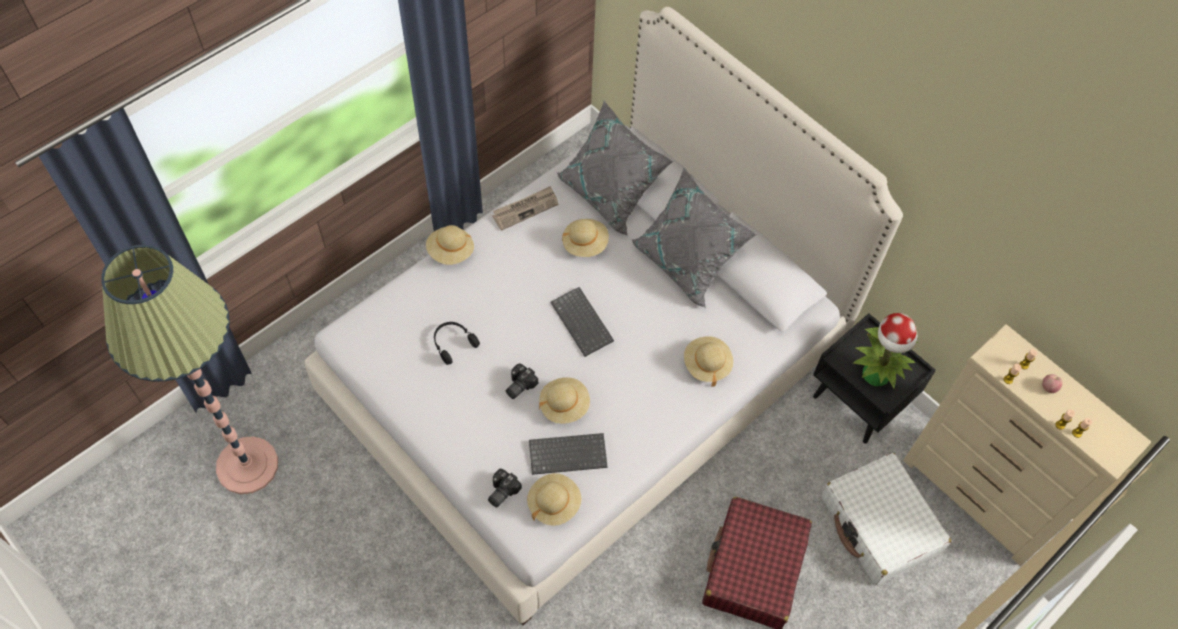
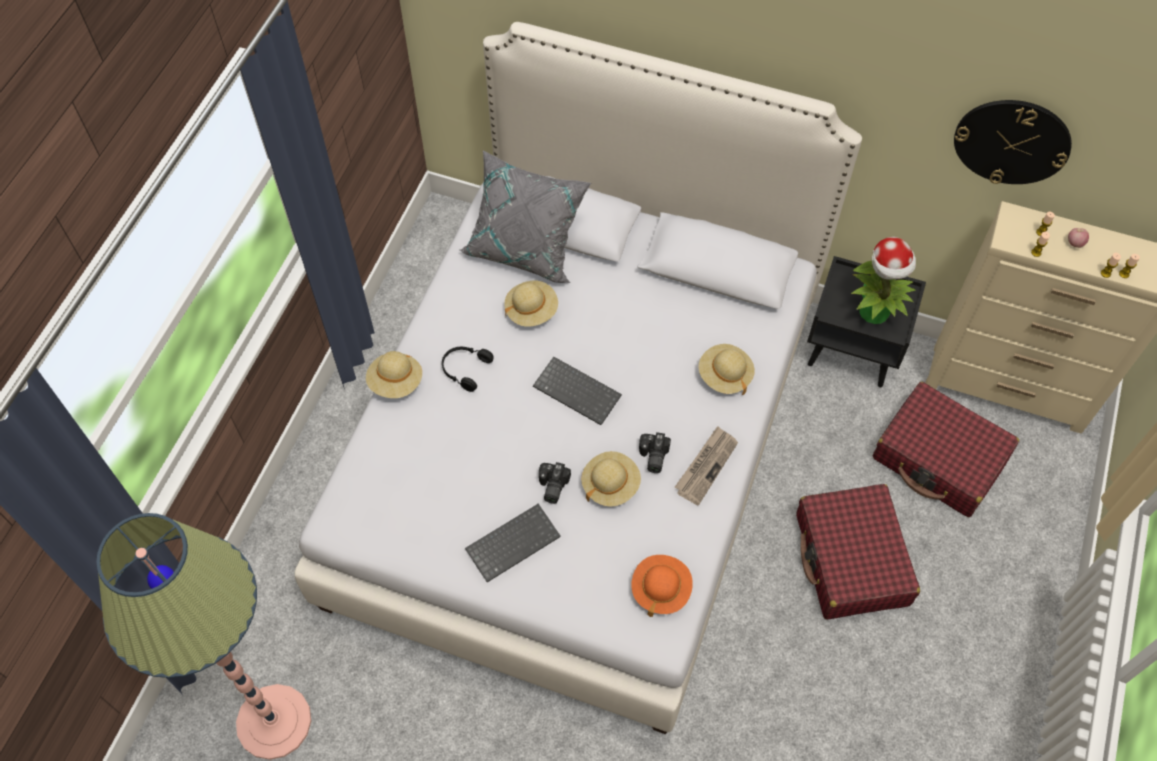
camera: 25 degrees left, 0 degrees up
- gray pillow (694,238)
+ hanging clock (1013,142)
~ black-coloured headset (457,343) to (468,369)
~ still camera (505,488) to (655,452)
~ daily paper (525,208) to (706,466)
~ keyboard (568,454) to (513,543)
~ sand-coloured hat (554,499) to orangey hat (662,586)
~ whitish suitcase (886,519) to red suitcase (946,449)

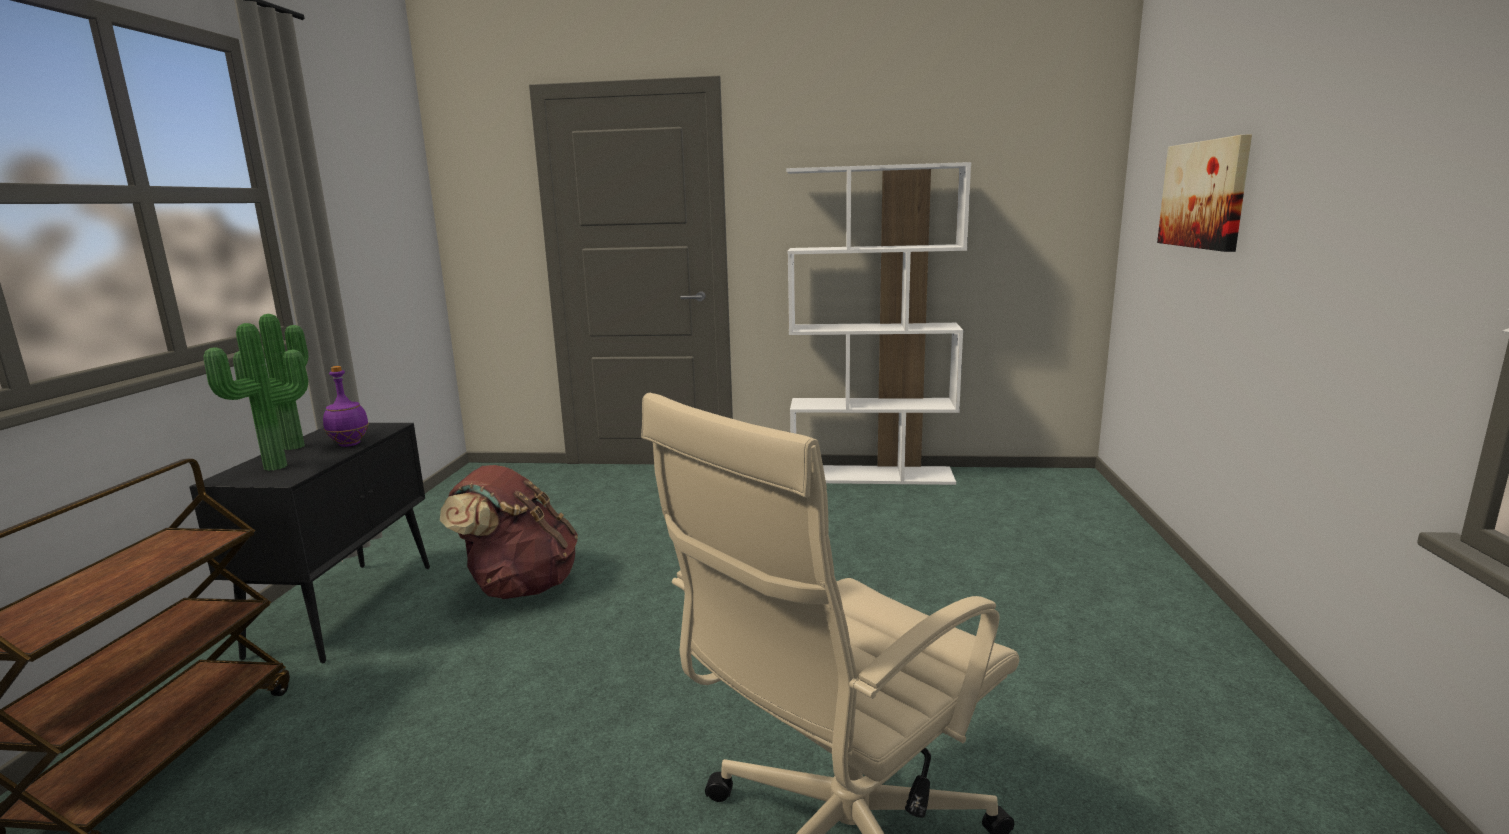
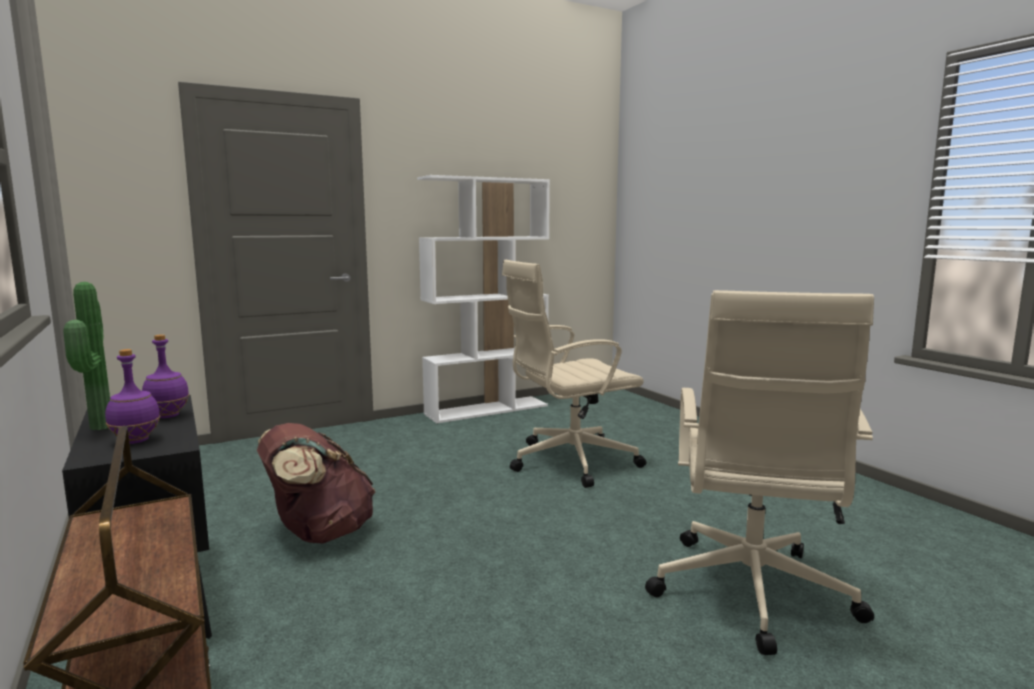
camera: 35 degrees left, 5 degrees down
- wall art (1204,193)
+ sand-coloured office chair (574,374)
~ plant in a pot (255,397) to purple drink bottle (132,396)

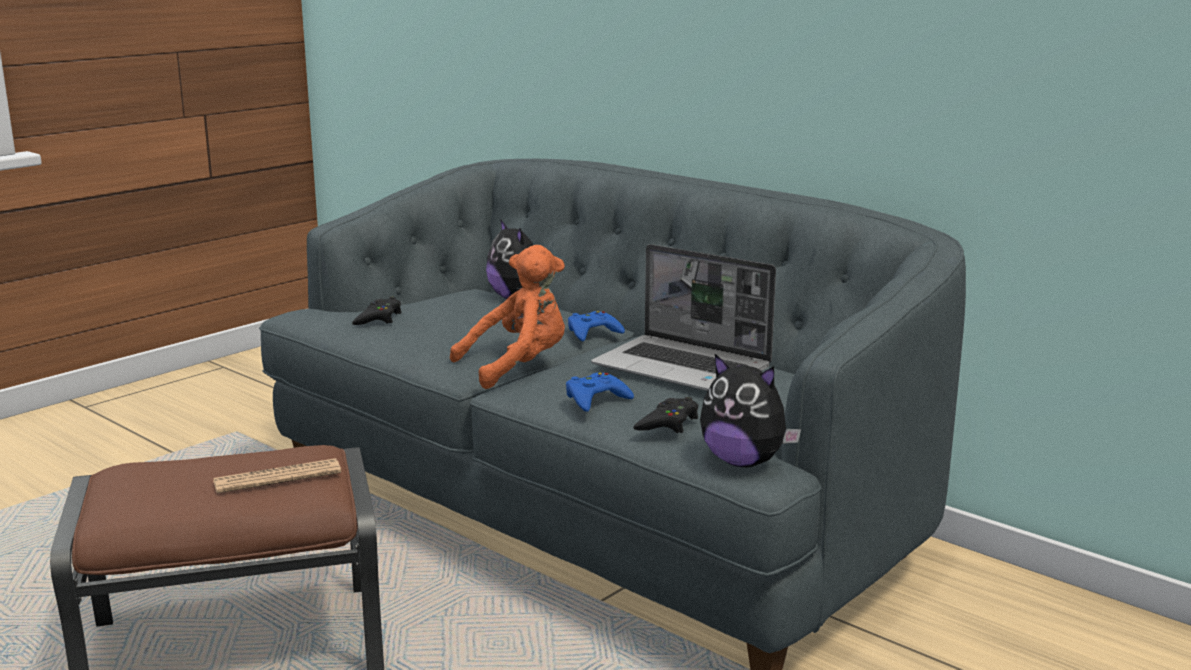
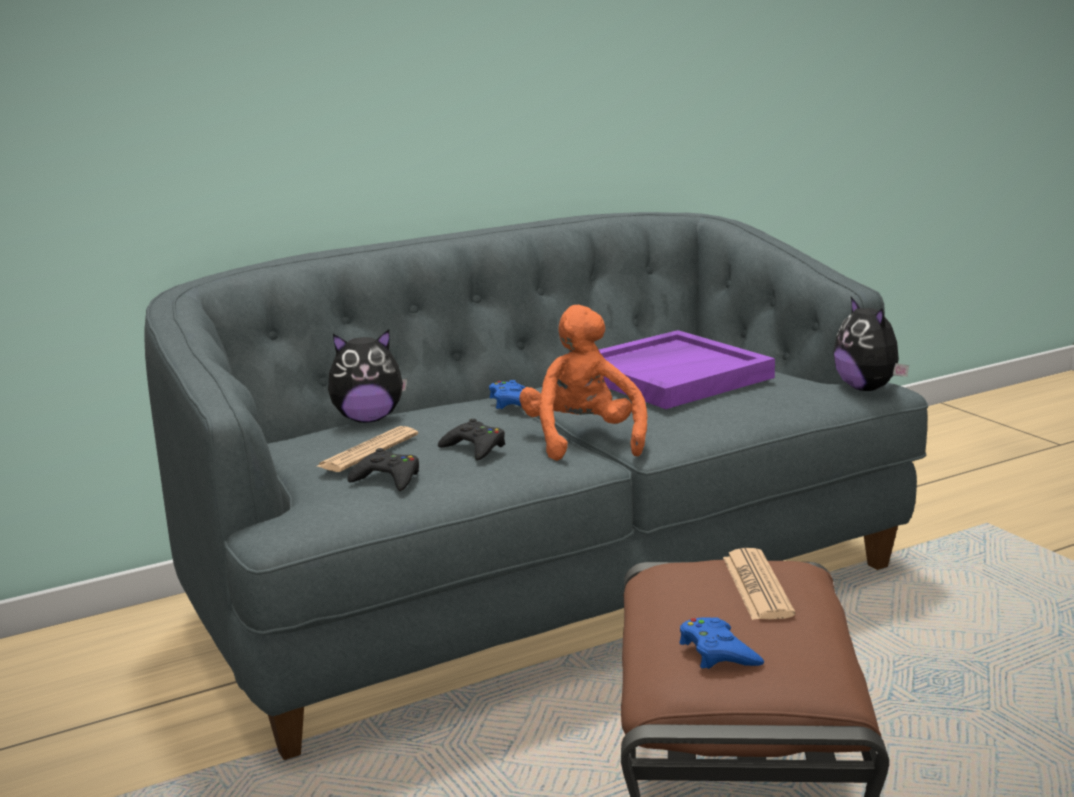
camera: 70 degrees left, 0 degrees up
+ daily paper (366,449)
~ blue joypad (600,392) to (721,643)
~ black-coloured joypad (665,415) to (471,440)
~ notebook computer (683,317) to purple tray (687,369)
~ soft toy (750,410) = (871,344) 105 degrees clockwise

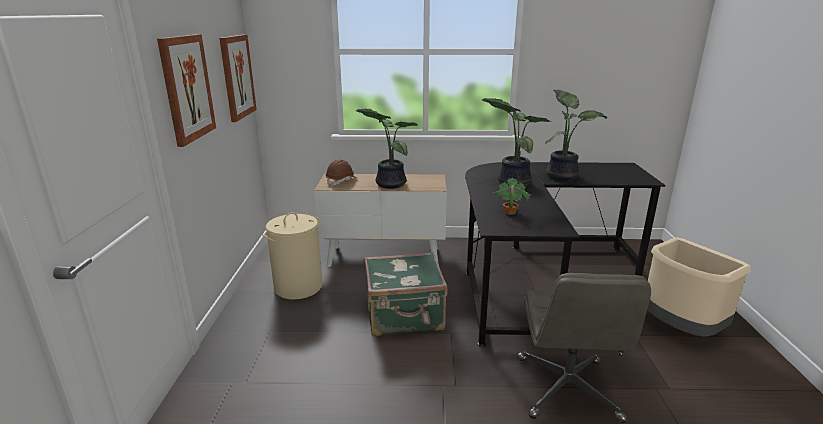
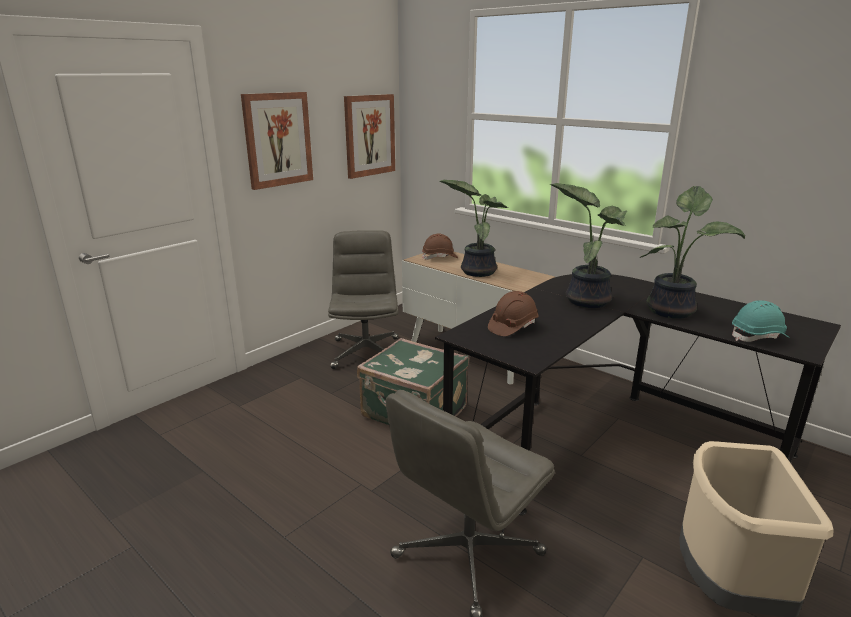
camera: 40 degrees right, 0 degrees up
+ blue-green hard hat (760,321)
~ sand-coloured hamper (292,256) to gray office chair (363,299)
~ plant in a pot (512,196) to brown hard hat (513,313)

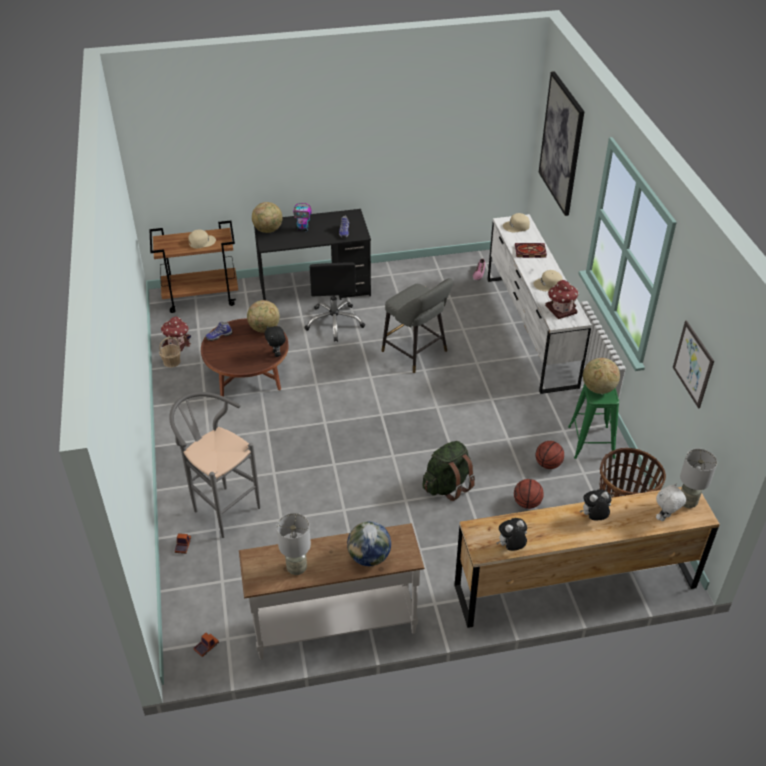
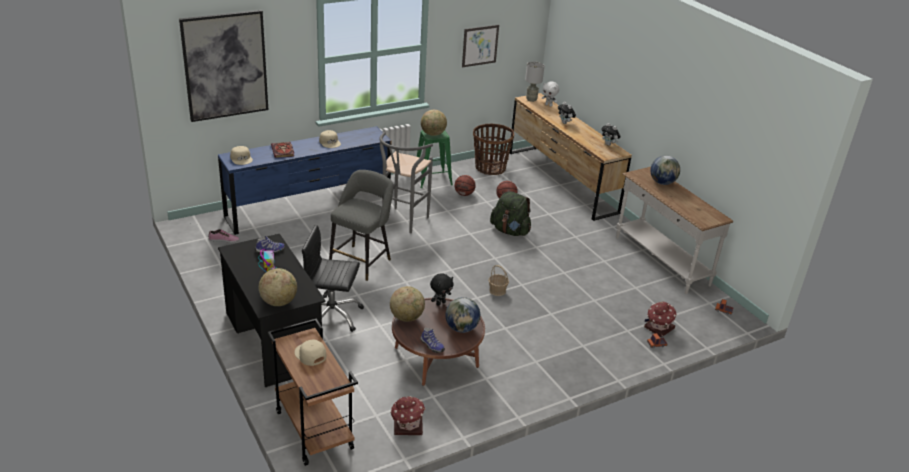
camera: 110 degrees left, 10 degrees down
- gray table lamp (293,544)
+ globe (462,315)
~ basket (170,352) to (498,280)
~ gray sitting stool (214,465) to (406,182)
~ model house (562,299) to (660,319)
~ whitish dresser (539,304) to blue dresser (305,180)
~ black-coloured office chair (334,302) = (333,278) 150 degrees counterclockwise

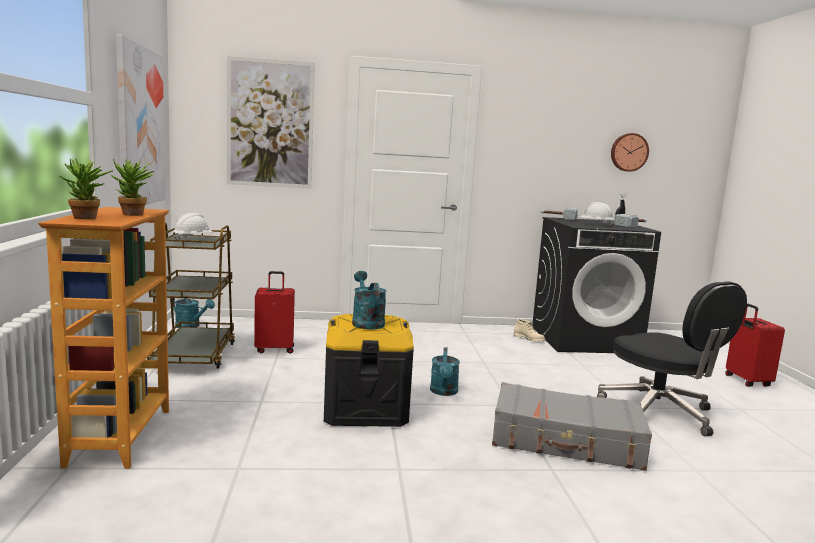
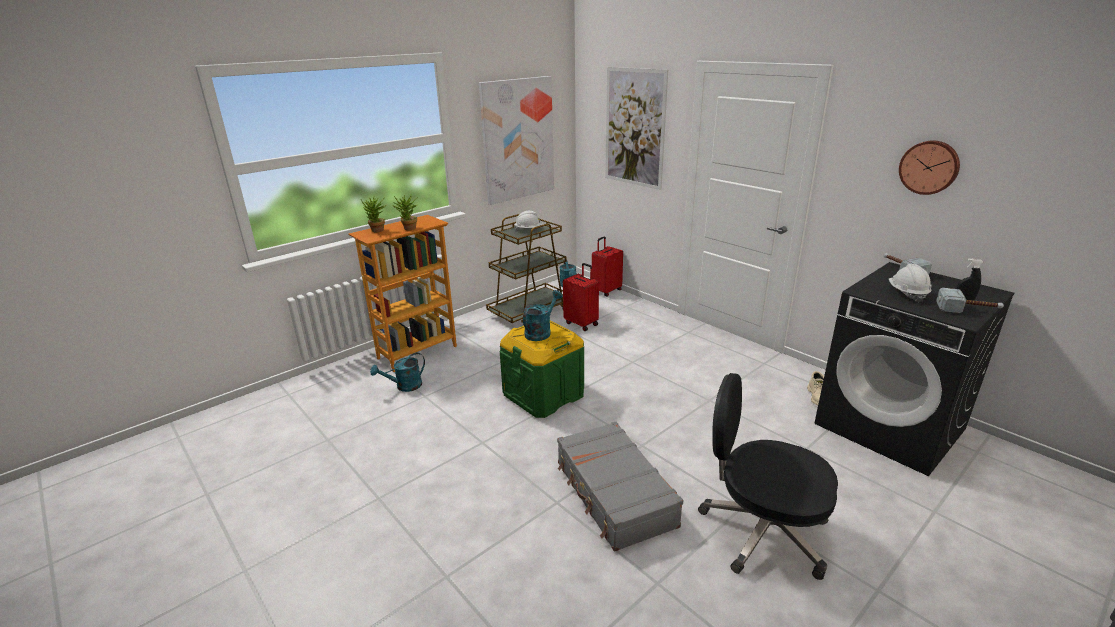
camera: 55 degrees right, 15 degrees up
~ blue-green sprinkling can (445,371) to (397,372)
~ hanging clock (630,152) to (929,167)
~ red suitcase (755,345) to (607,266)
~ black-coloured storage bin (369,370) to green storage bin (542,369)
~ black-coloured office chair (672,358) = (768,476) 90 degrees clockwise

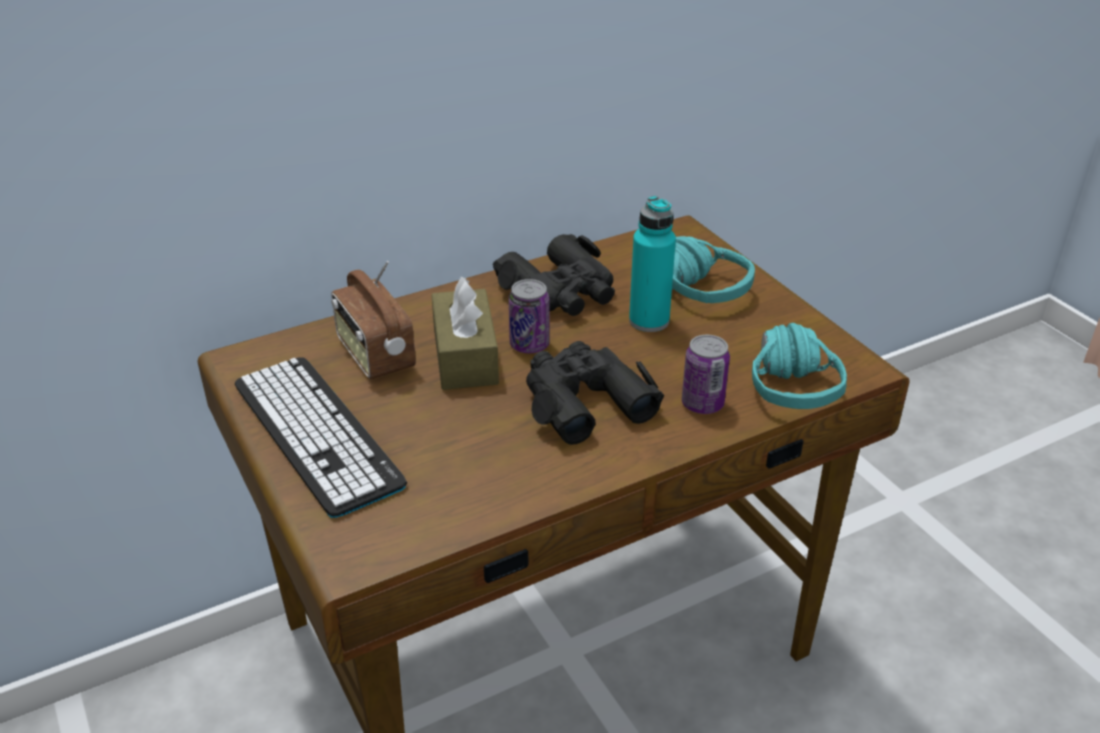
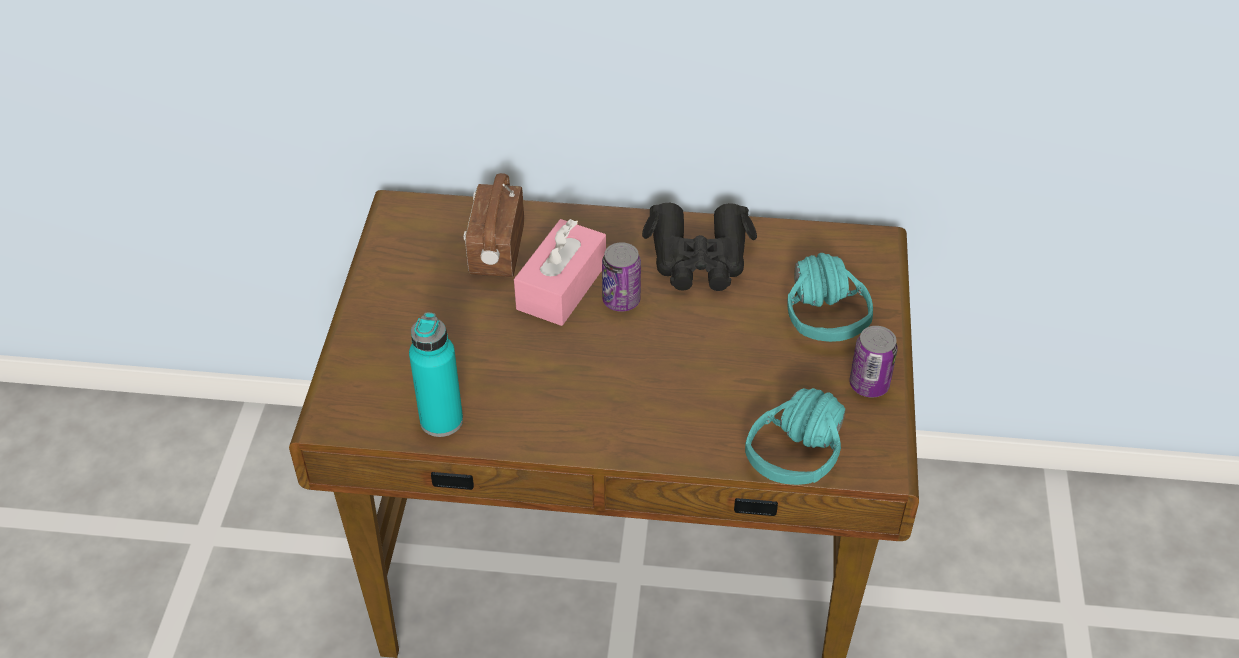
camera: 35 degrees right, 10 degrees up
- keyboard (321,437)
- black-coloured pair of binoculars (595,393)
~ blue-green drink bottle (652,264) to (436,375)
~ sealed can (706,374) to (873,361)
~ brown tissue box (465,333) to pink-coloured tissue box (560,272)

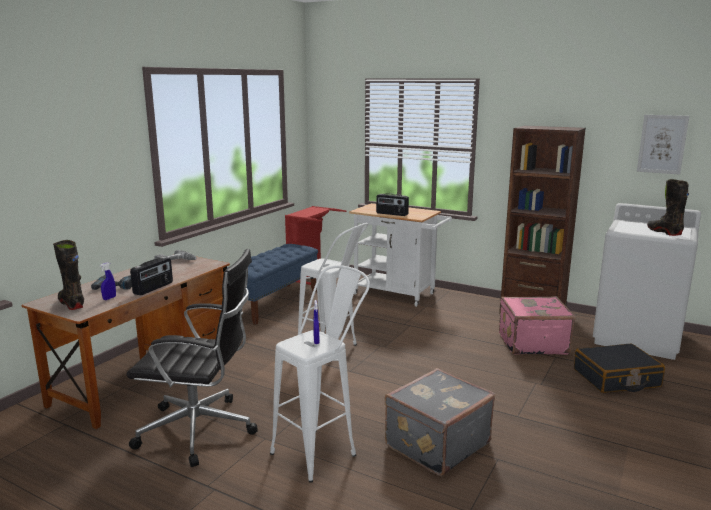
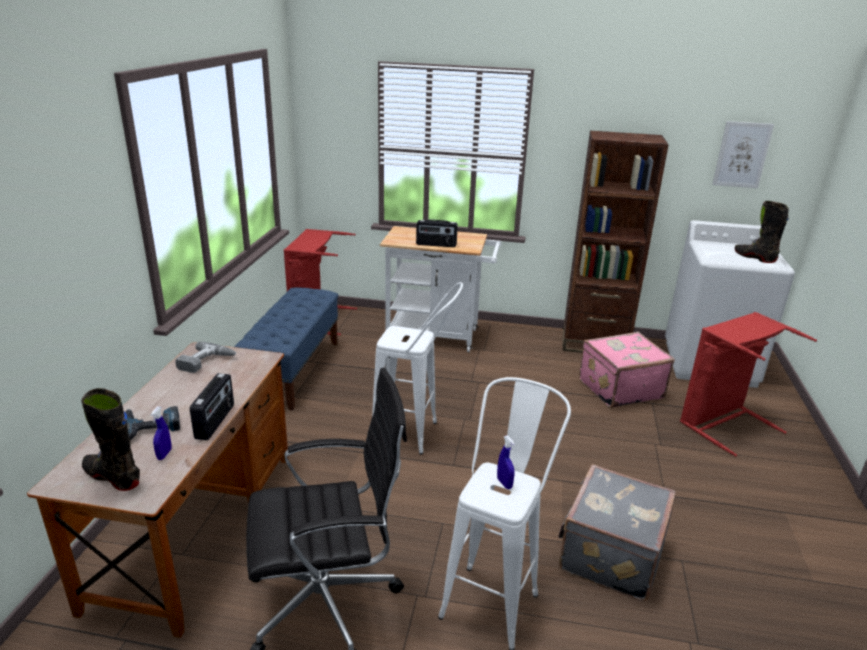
camera: 20 degrees left, 10 degrees up
~ black-coloured suitcase (619,368) to red hamper (748,384)

